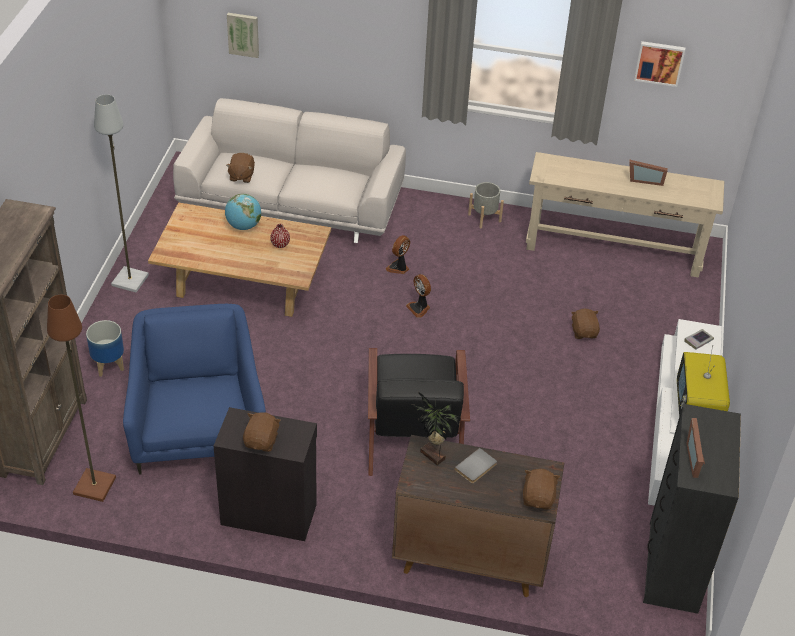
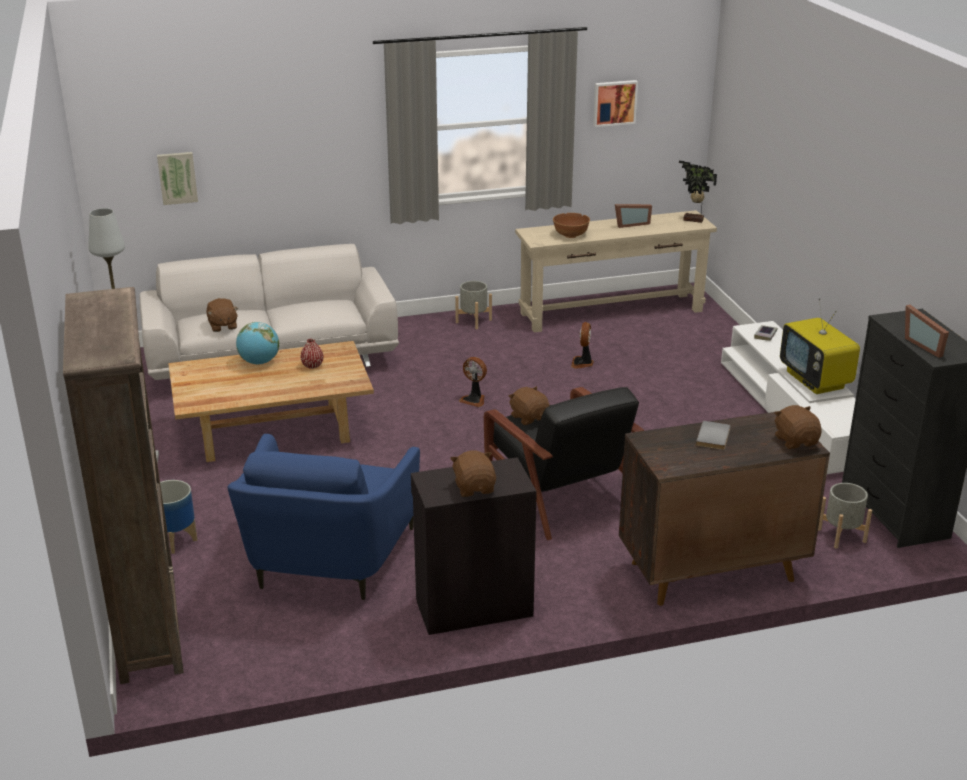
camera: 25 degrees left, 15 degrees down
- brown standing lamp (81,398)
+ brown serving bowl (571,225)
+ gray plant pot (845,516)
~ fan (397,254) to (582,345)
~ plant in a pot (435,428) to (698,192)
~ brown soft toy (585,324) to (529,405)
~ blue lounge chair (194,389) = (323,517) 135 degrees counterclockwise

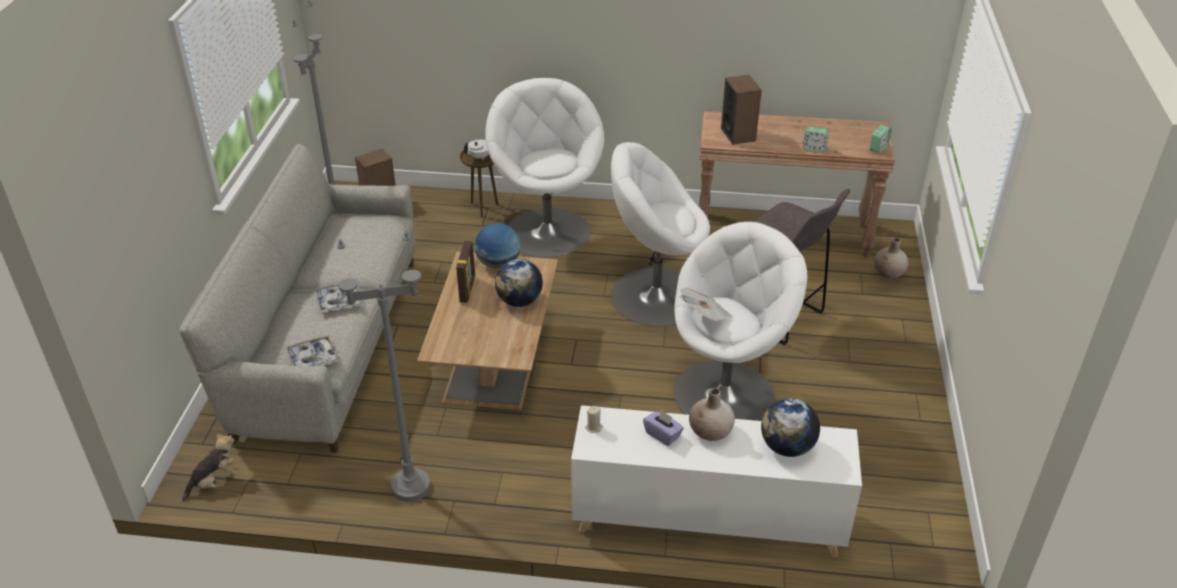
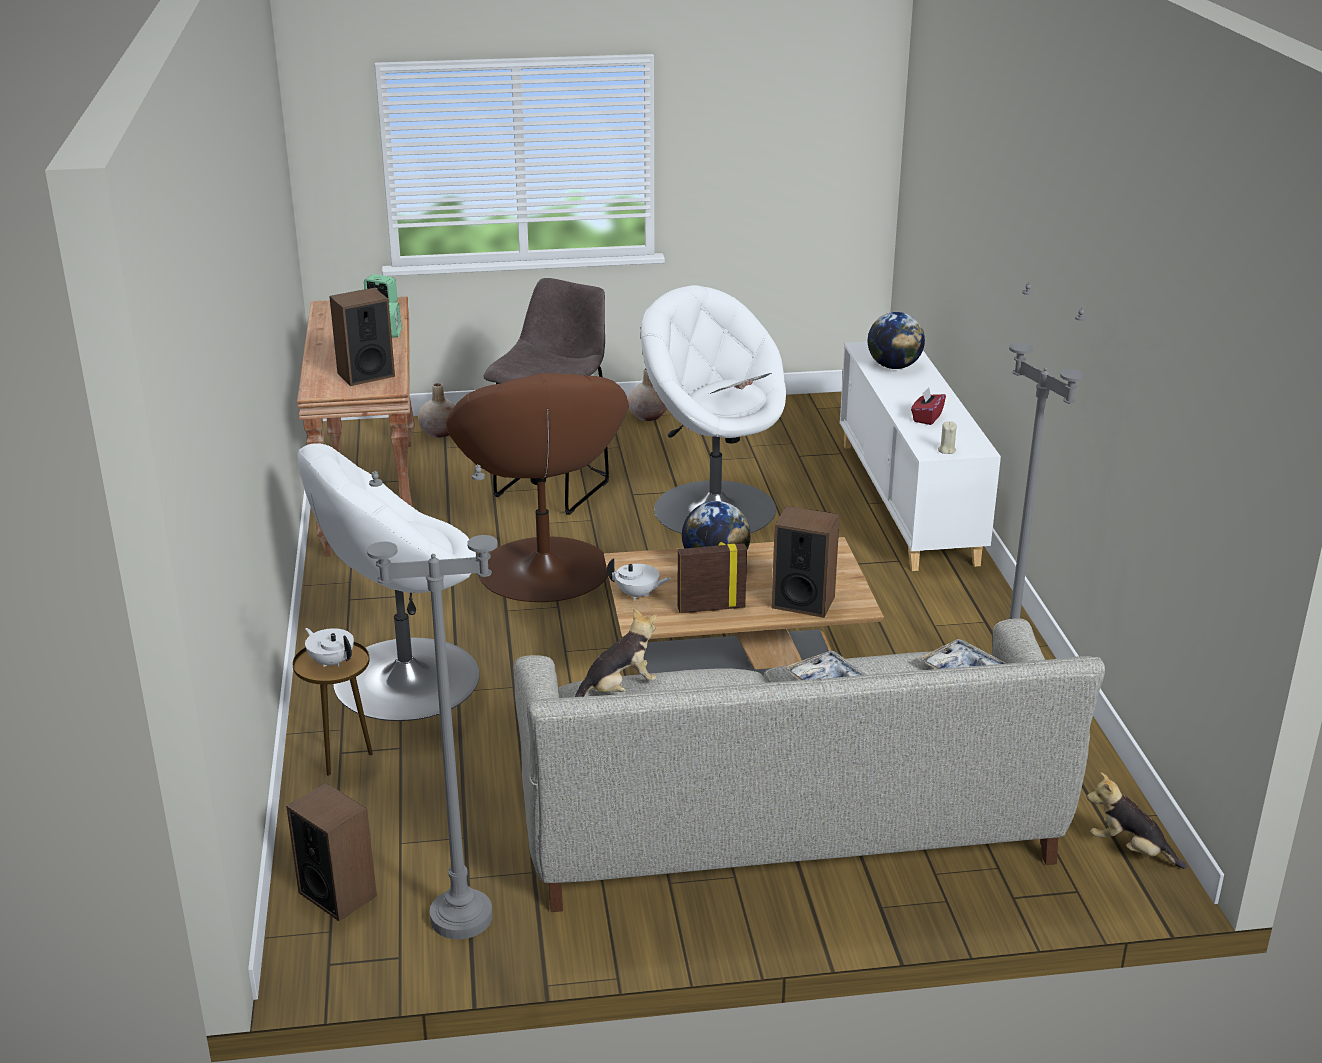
camera: 105 degrees left, 10 degrees down
+ soft toy (616,652)
+ loudspeaker (805,562)
~ sand-coloured flower vase (712,414) to (647,394)
~ globe (497,246) to whitish pot for tea (639,579)
~ whitish lounge chair (660,234) to brown lounge chair (537,487)
~ purple tissue box (663,428) to red tissue box (928,406)

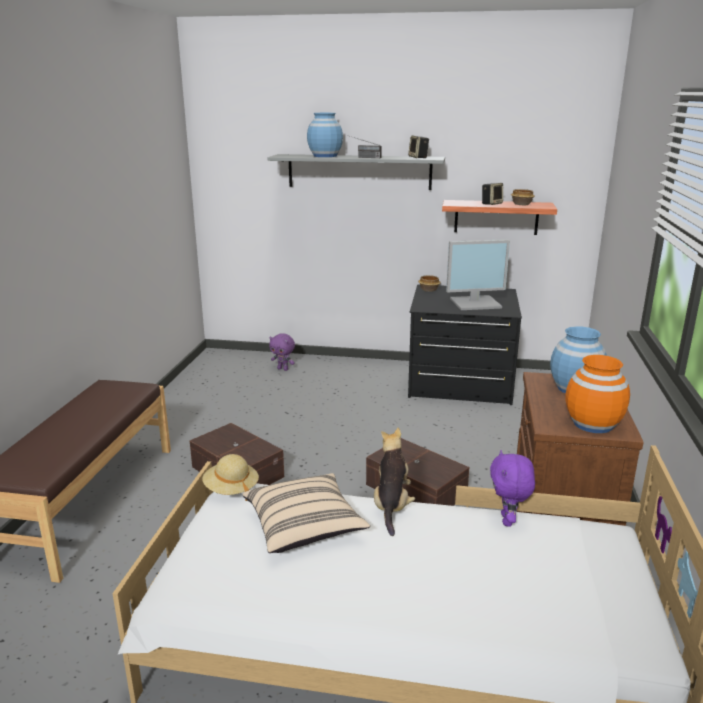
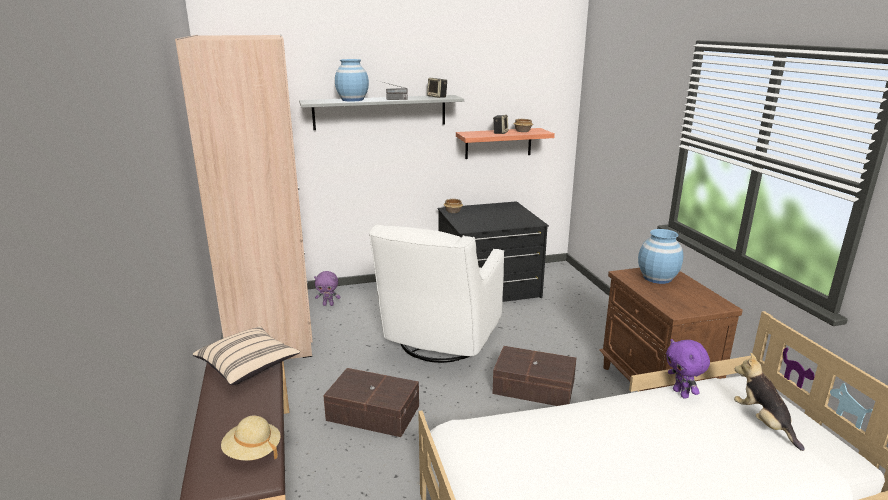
camera: 25 degrees left, 0 degrees up
- computer display (478,274)
- orangey flower vase (598,394)
+ sand-coloured wardrobe (244,197)
+ whitish lounge chair (436,293)
~ sand-coloured hat (230,477) to (251,438)
~ sand-coloured pillow (306,513) to (246,355)
~ soft toy (394,482) to (769,402)

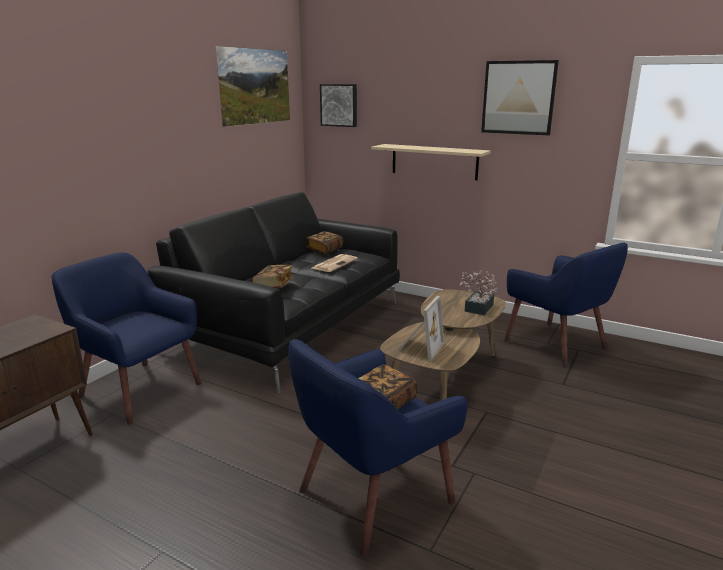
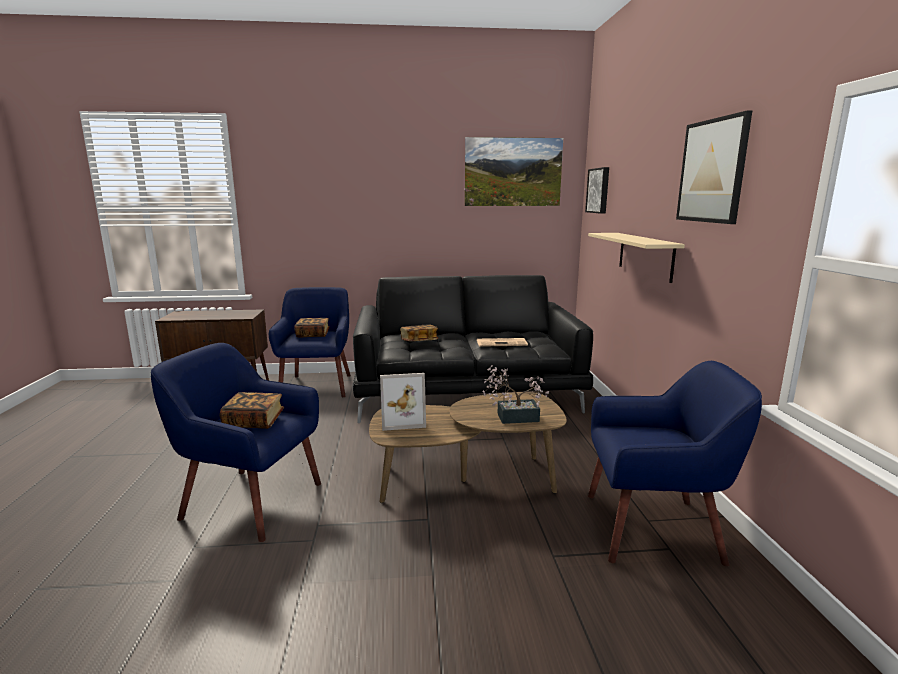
camera: 55 degrees right, 5 degrees down
~ volume (324,243) to (312,327)
~ blue lounge chair (566,305) = (675,463) 105 degrees counterclockwise

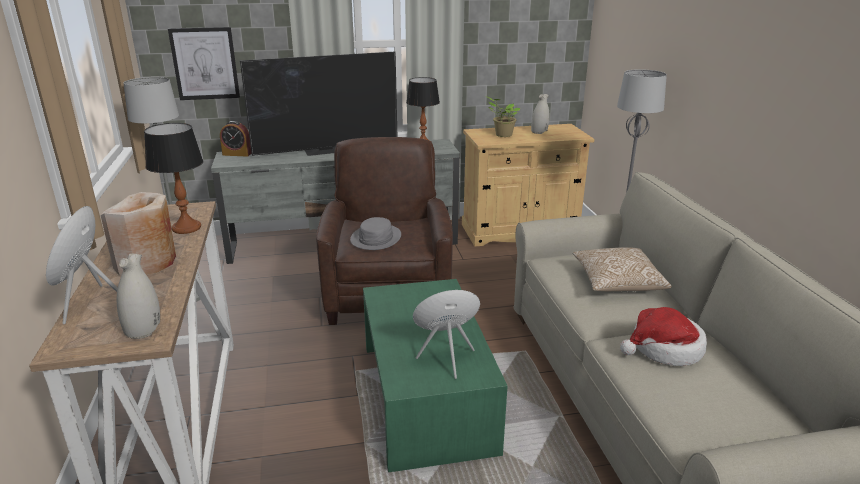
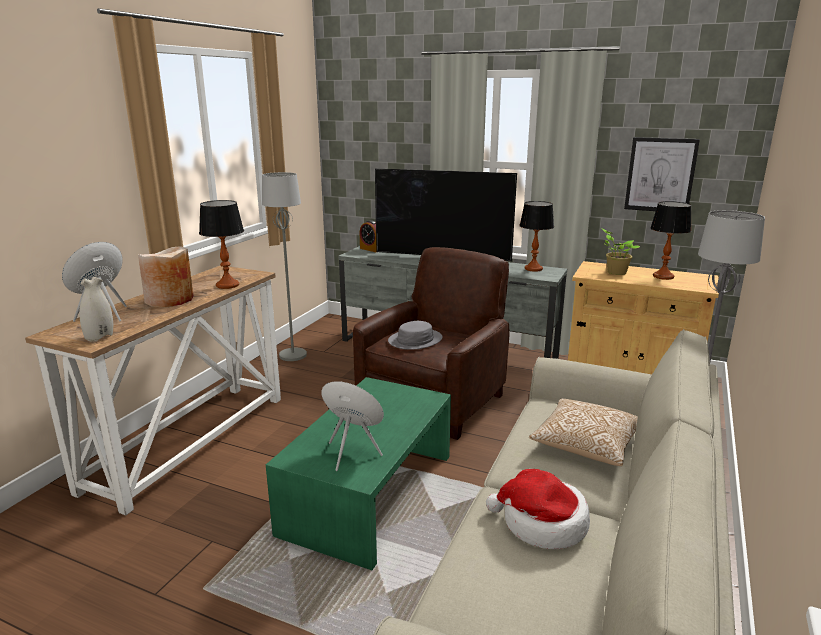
camera: 35 degrees right, 5 degrees down
~ wall art (204,63) to (662,174)
~ whitish flower vase (540,114) to table lamp (671,240)

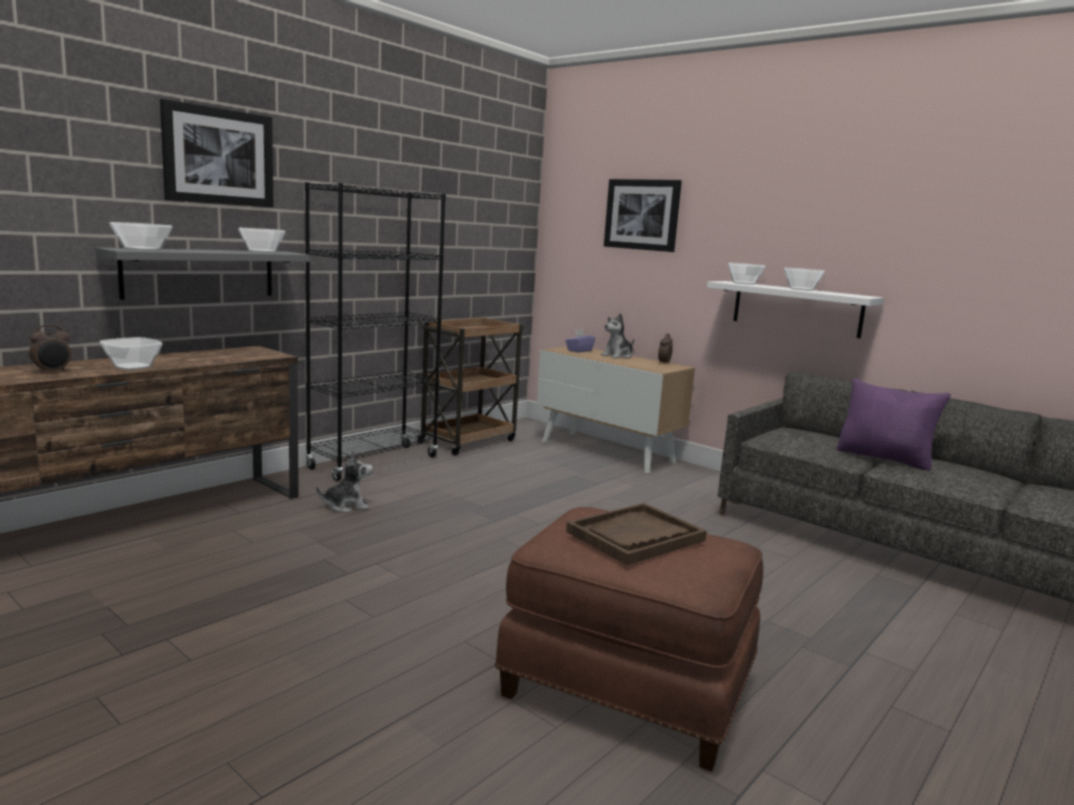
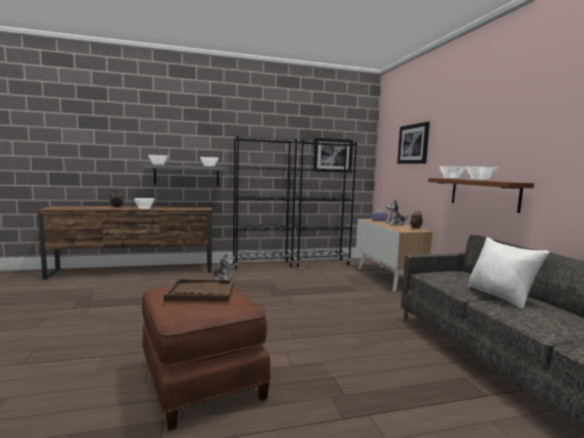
camera: 35 degrees right, 5 degrees down
~ wall art (217,153) to (333,155)
~ brown trolley (470,386) to black-coloured bookcase (324,203)
~ whitish shelf (795,309) to brown shelf (481,195)
~ purple pillow (893,424) to whitish pillow (509,273)

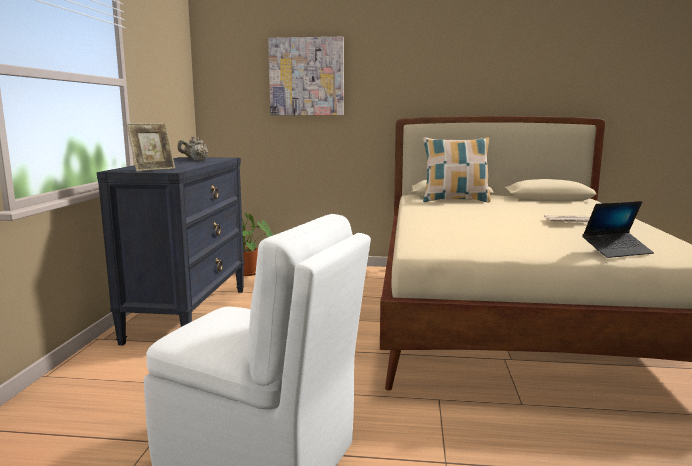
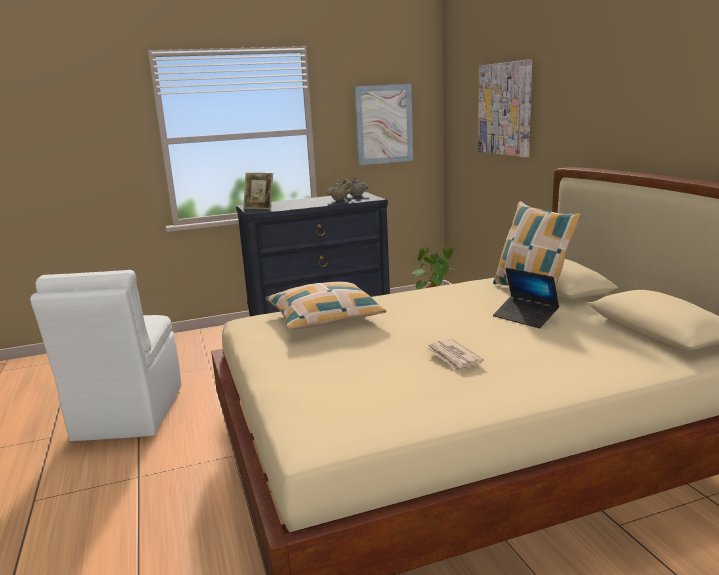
camera: 65 degrees right, 5 degrees up
+ pillow (326,305)
+ wall art (384,124)
~ notebook computer (618,229) to (526,298)

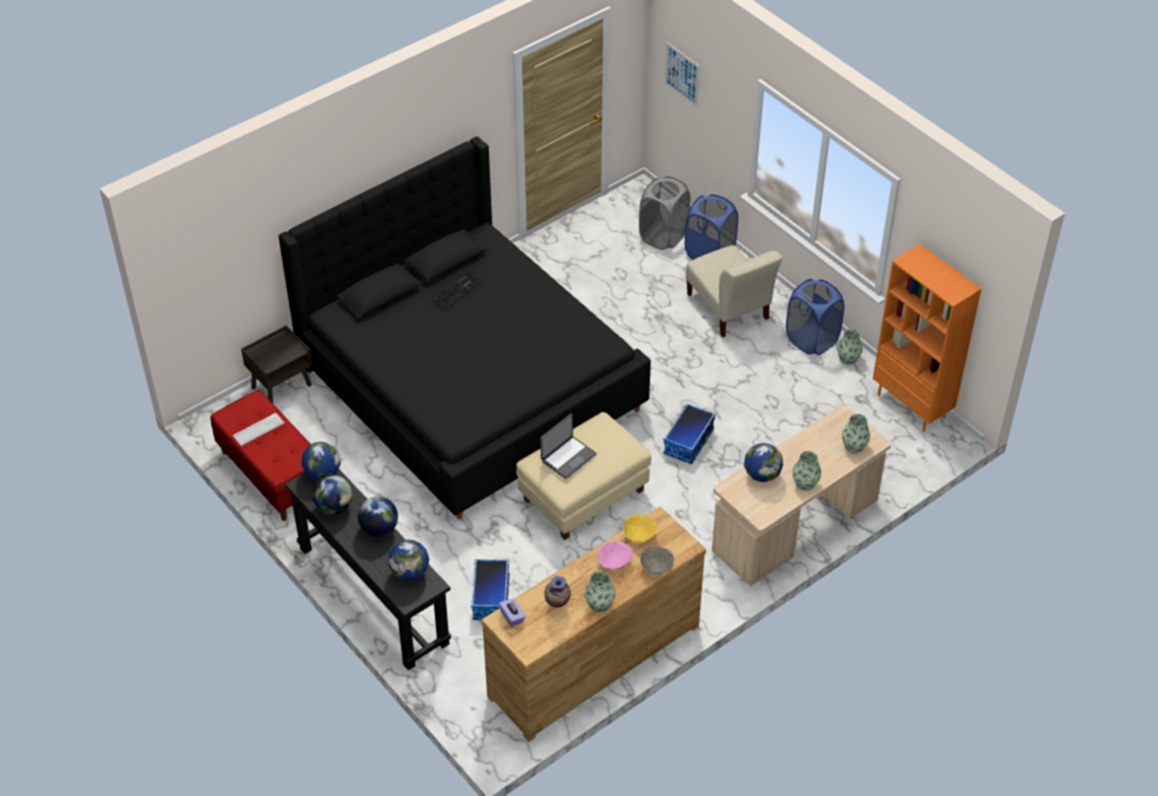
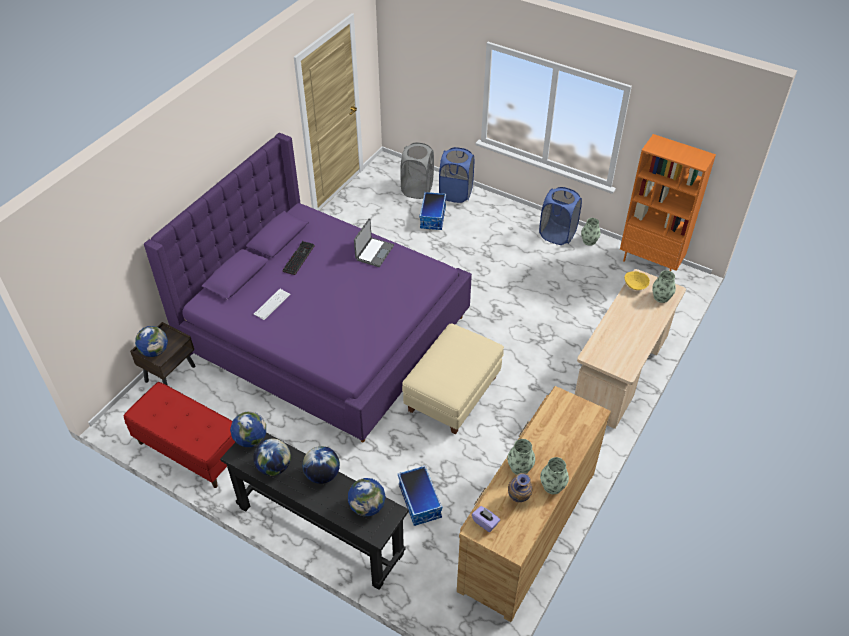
camera: 20 degrees left, 0 degrees up
- pink-coloured serving bowl (615,555)
- gray serving bowl (657,560)
- wall art (682,75)
- sand-coloured plain chair (734,291)
~ keyboard (258,429) to (272,304)
~ notebook computer (568,446) to (374,242)
~ yellow-coloured serving bowl (640,528) to (637,280)
~ storage bin (689,433) to (432,211)
~ globe (763,462) to (151,341)
~ flower vase (806,471) to (521,457)
~ black-coloured bedroom bed (464,327) to purple bedroom bed (308,287)

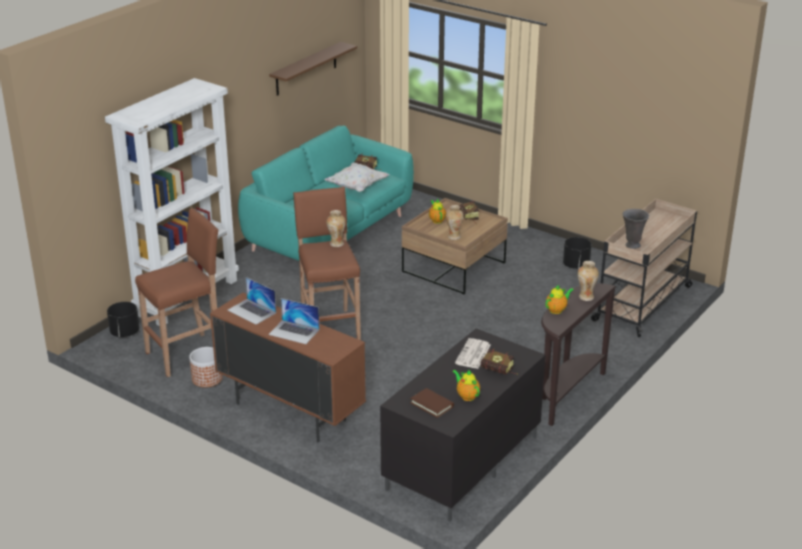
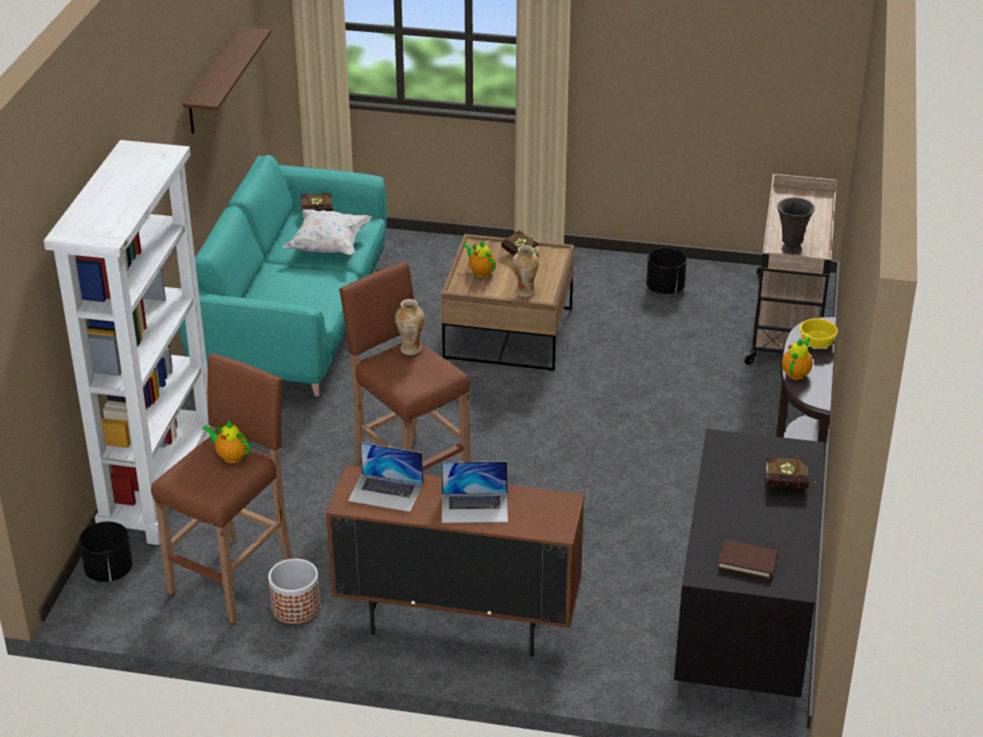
camera: 25 degrees left, 5 degrees up
- daily paper (473,353)
~ pot for tea (466,385) to (226,442)
~ flower vase (588,281) to yellow-coloured serving bowl (819,333)

